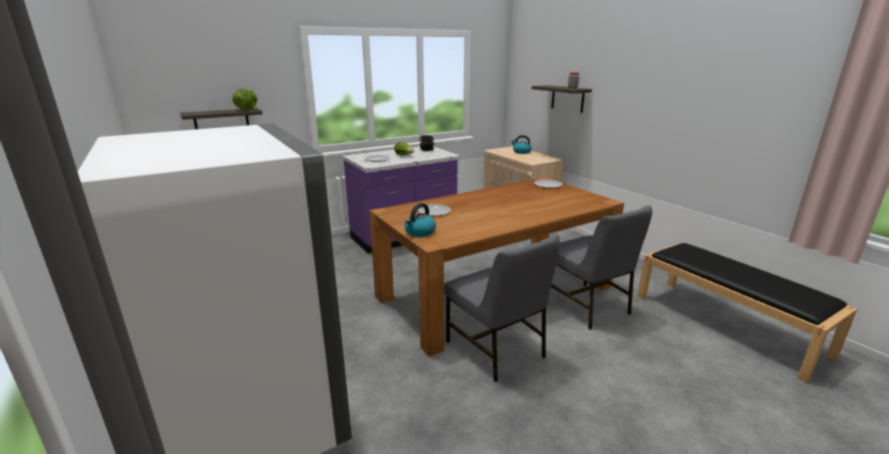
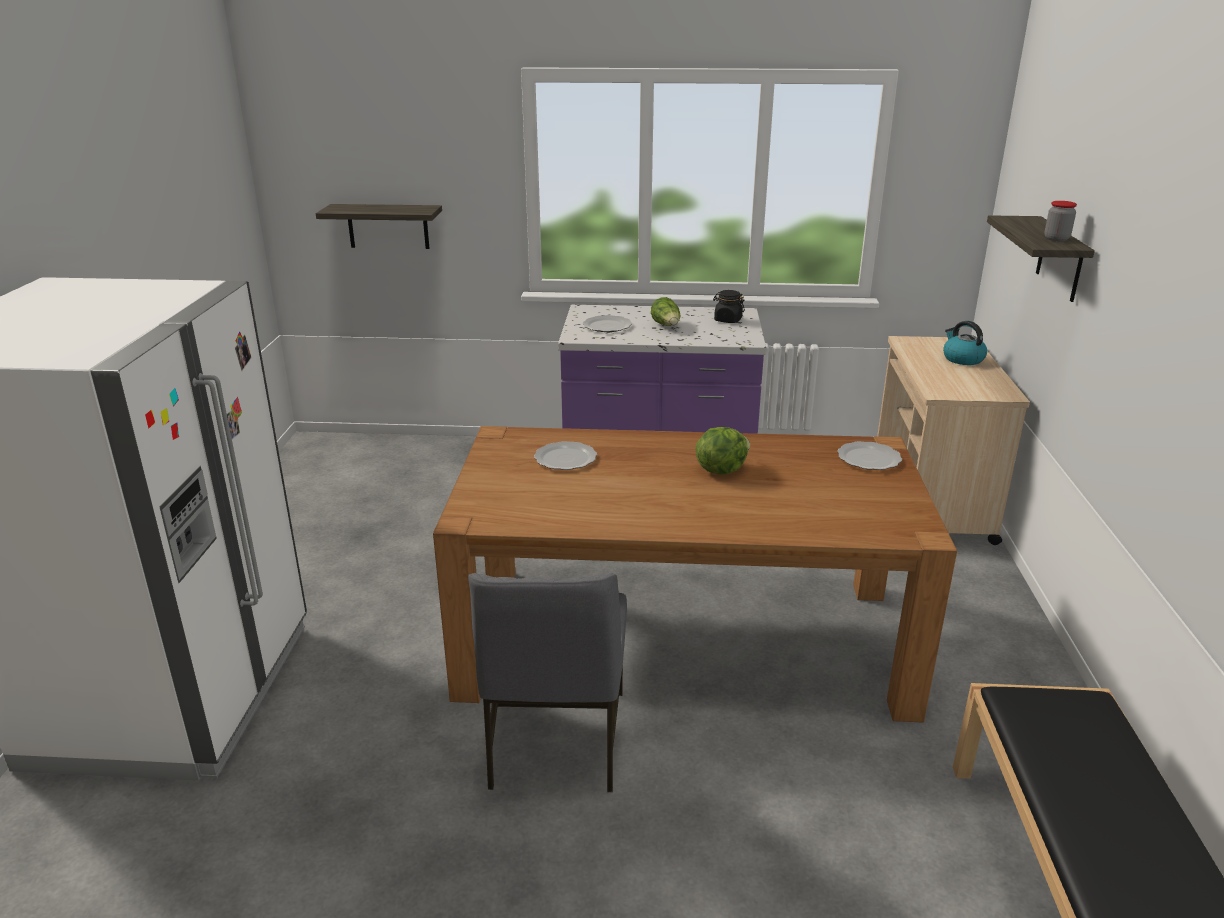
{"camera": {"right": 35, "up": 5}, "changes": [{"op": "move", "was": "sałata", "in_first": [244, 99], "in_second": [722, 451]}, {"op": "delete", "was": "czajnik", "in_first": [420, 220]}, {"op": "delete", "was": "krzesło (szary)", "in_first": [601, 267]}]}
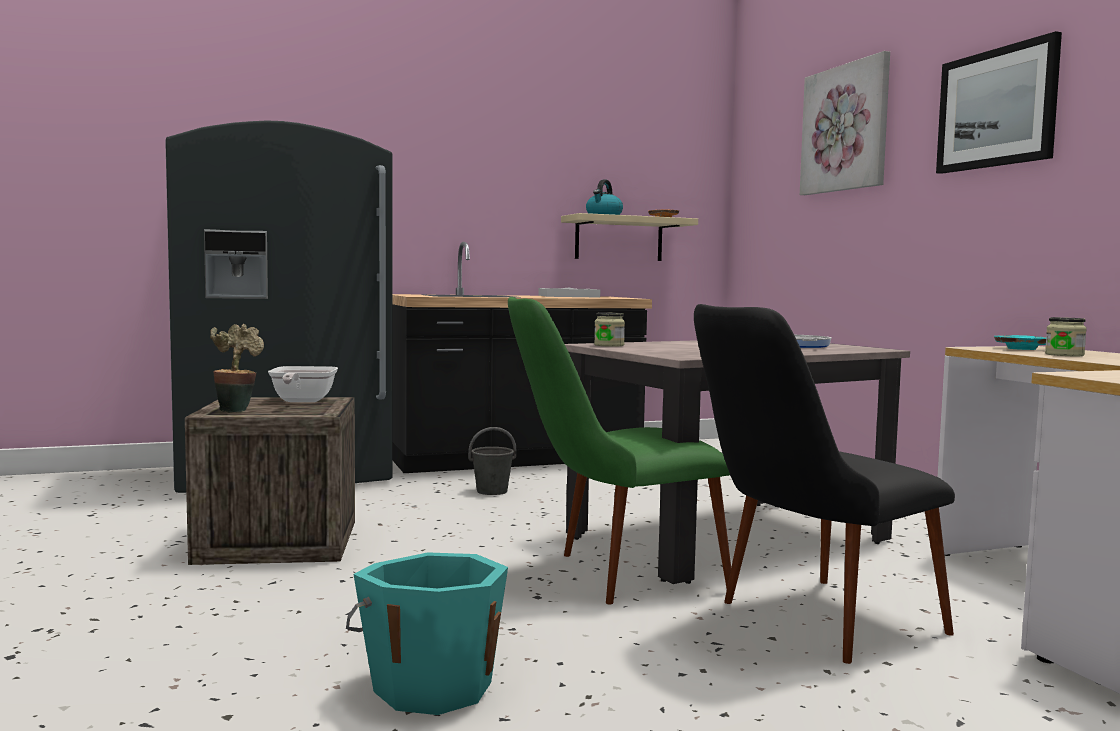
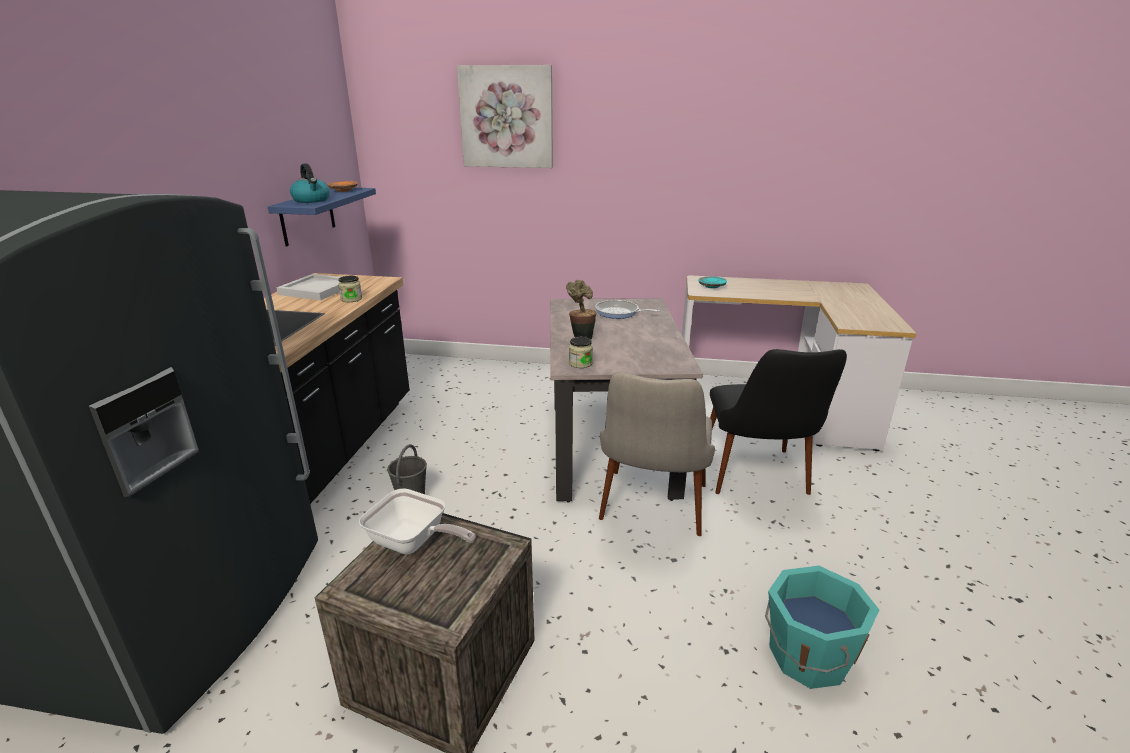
{"camera": {"right": -60, "up": 20}, "changes": [{"op": "recolor", "was": "półka (beżowy)", "now": "półka (niebieski)", "in_first": [629, 237], "in_second": [322, 217]}, {"op": "move", "was": "słoik", "in_first": [1066, 336], "in_second": [350, 289]}, {"op": "move", "was": "roślina doniczkowa", "in_first": [237, 368], "in_second": [581, 309]}, {"op": "recolor", "was": "krzesło (zielony)", "now": "krzesło (beżowy)", "in_first": [619, 451], "in_second": [657, 453]}, {"op": "delete", "was": "obraz", "in_first": [999, 102]}]}
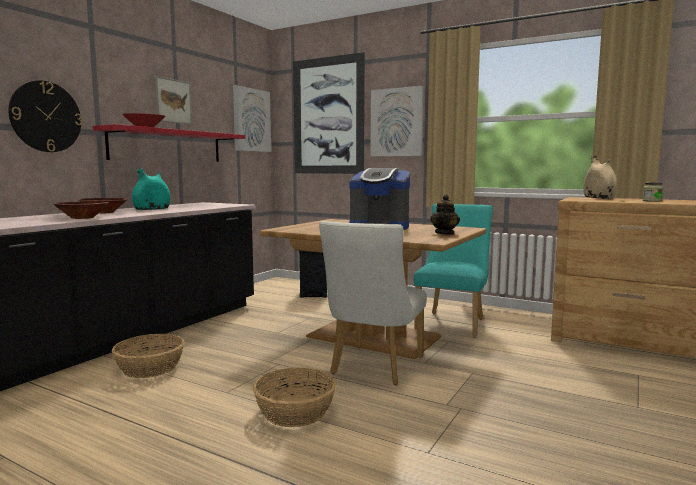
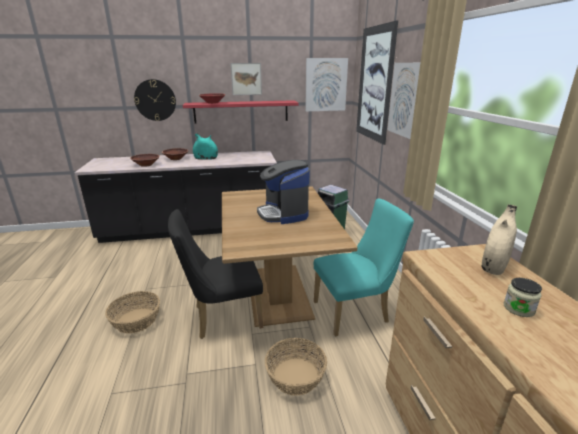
{"camera": {"right": 50, "up": 15}, "changes": [{"op": "recolor", "was": "krzesło (biały)", "now": "krzesło (czarny)", "in_first": [373, 303], "in_second": [215, 274]}, {"op": "move", "was": "koszyk", "in_first": [148, 356], "in_second": [296, 367]}, {"op": "delete", "was": "imbryk", "in_first": [445, 215]}]}
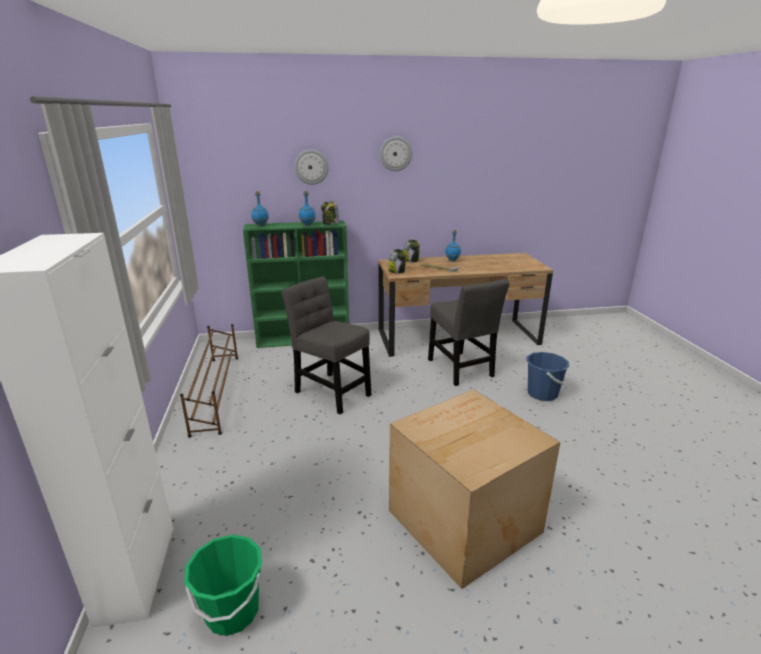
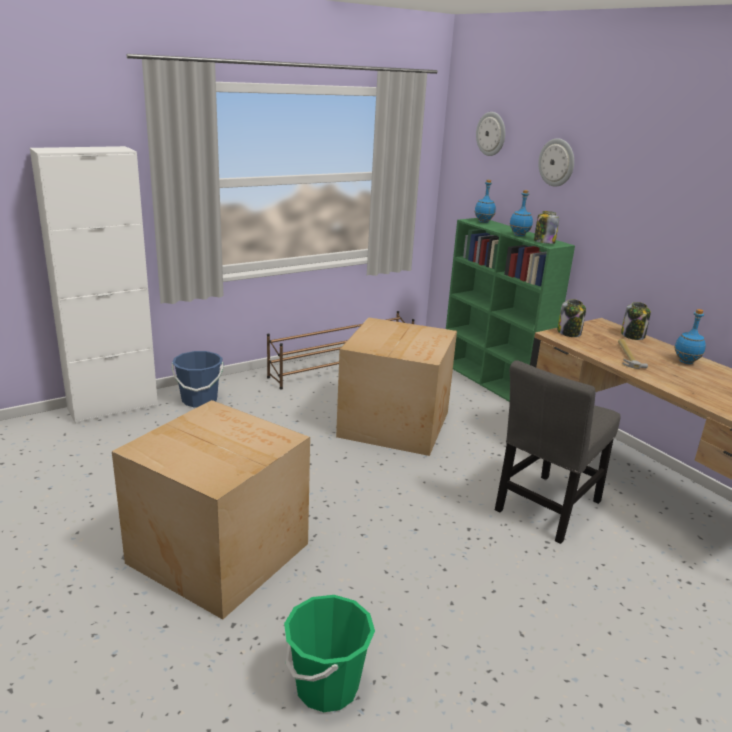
{"camera": {"right": 65, "up": 0}, "changes": [{"op": "move", "was": "wiadro (niebieski)", "in_first": [547, 376], "in_second": [197, 379]}, {"op": "move", "was": "wiadro (zielony)", "in_first": [223, 585], "in_second": [329, 653]}, {"op": "replace", "was": "krzesło (szary)", "now": "karton", "in_first": [326, 345], "in_second": [396, 386]}, {"op": "move", "was": "zegar ścienny", "in_first": [396, 153], "in_second": [490, 134]}]}
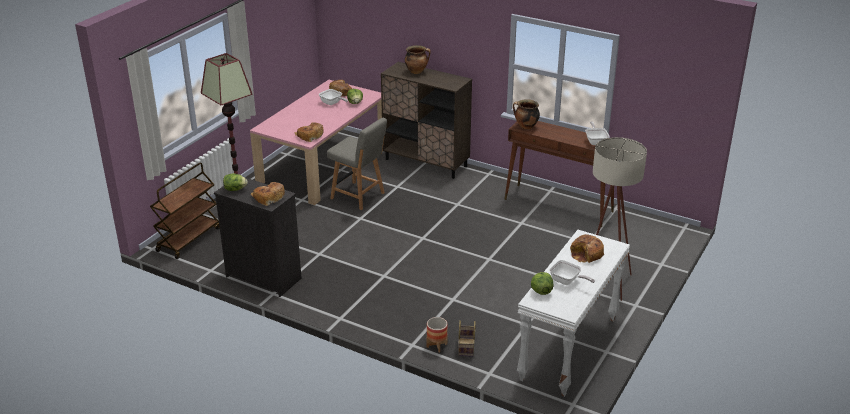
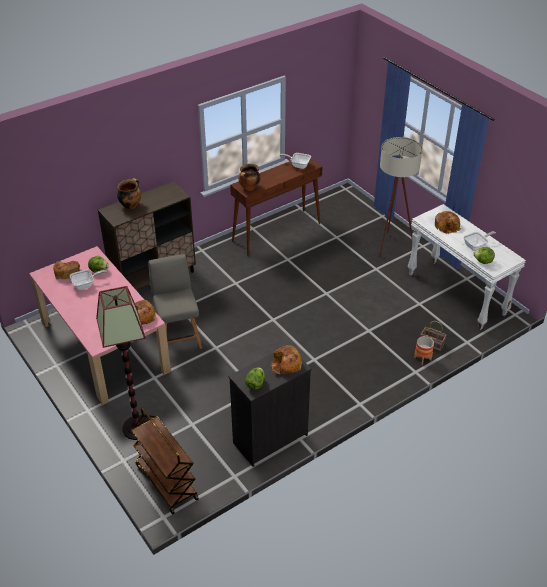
{"camera": {"right": -65, "up": 10}, "changes": [{"op": "rotate", "was": "krzesło (szary)", "in_first": [357, 164], "in_second": [175, 301], "clockwise": -75}]}
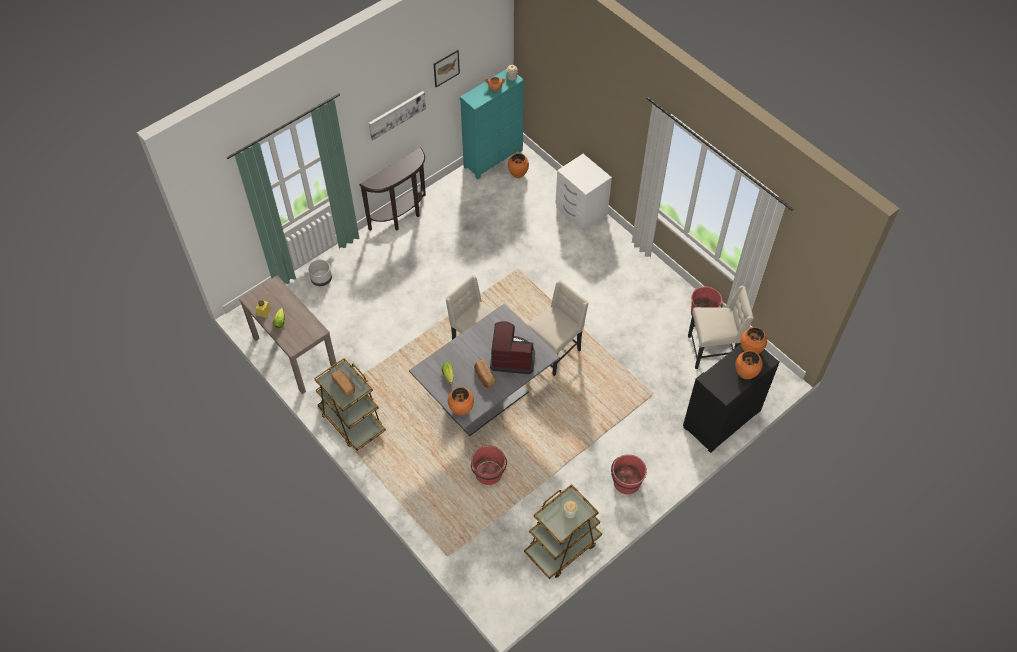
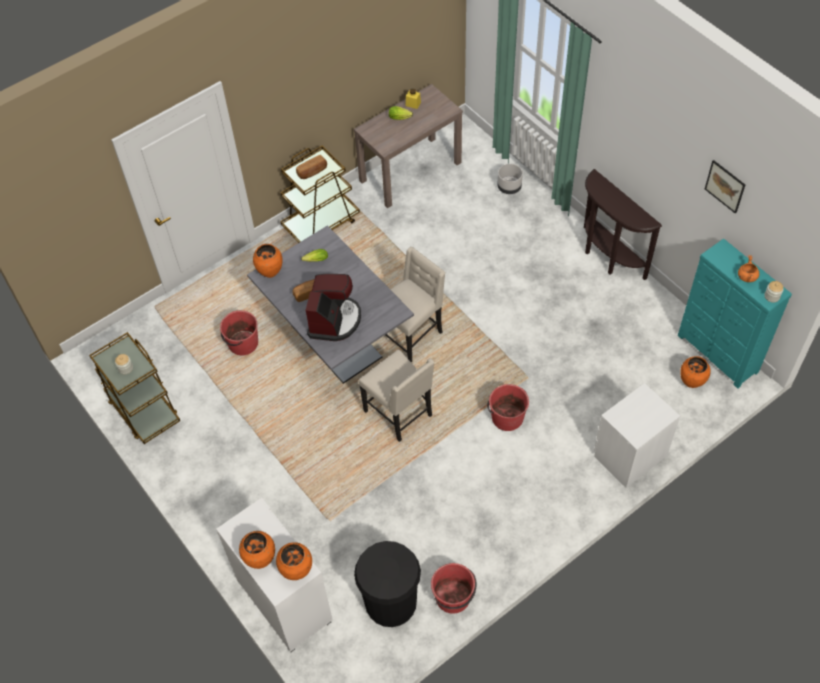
{"camera": {"right": 95, "up": 0}, "changes": [{"op": "recolor", "was": "szafka (czarny)", "now": "szafka (biały)", "in_first": [731, 398], "in_second": [274, 575]}, {"op": "replace", "was": "krzesło (beżowy)", "now": "kosz na śmieci (czarny)", "in_first": [721, 327], "in_second": [387, 584]}, {"op": "move", "was": "wiadro (czerwony)", "in_first": [629, 474], "in_second": [508, 407]}, {"op": "delete", "was": "obraz", "in_first": [397, 115]}]}
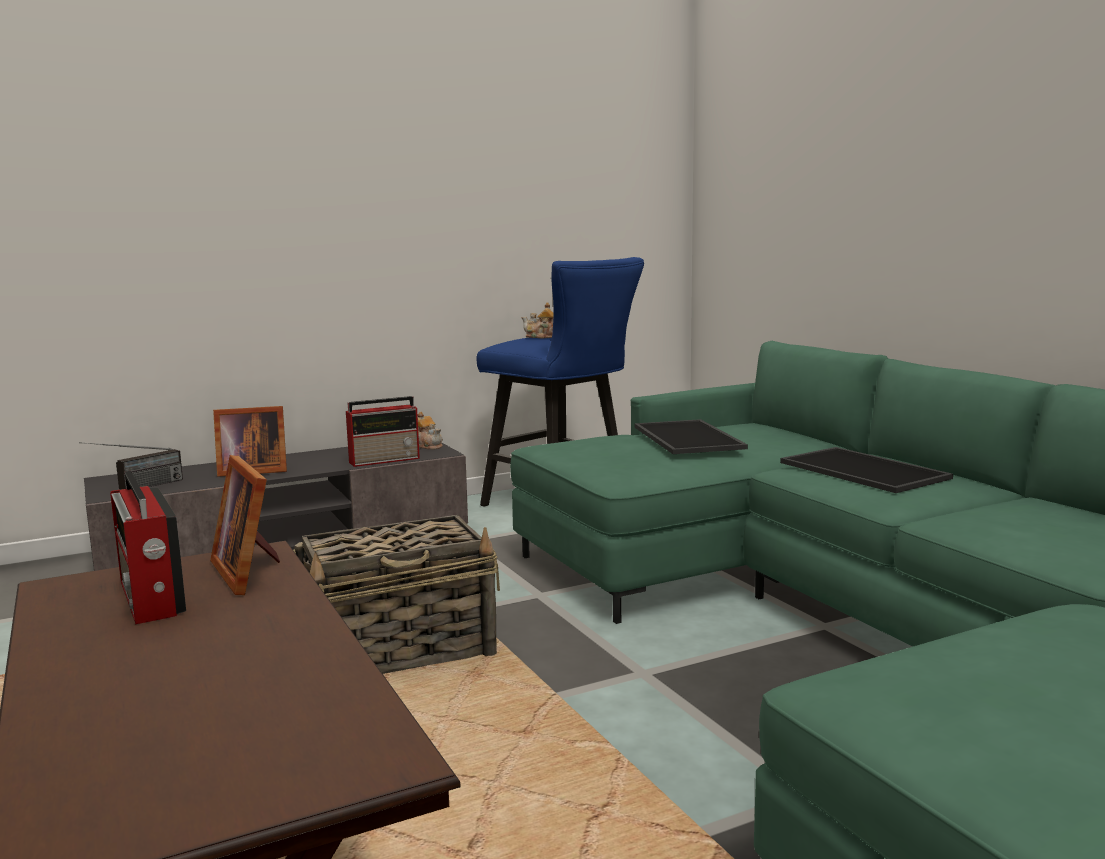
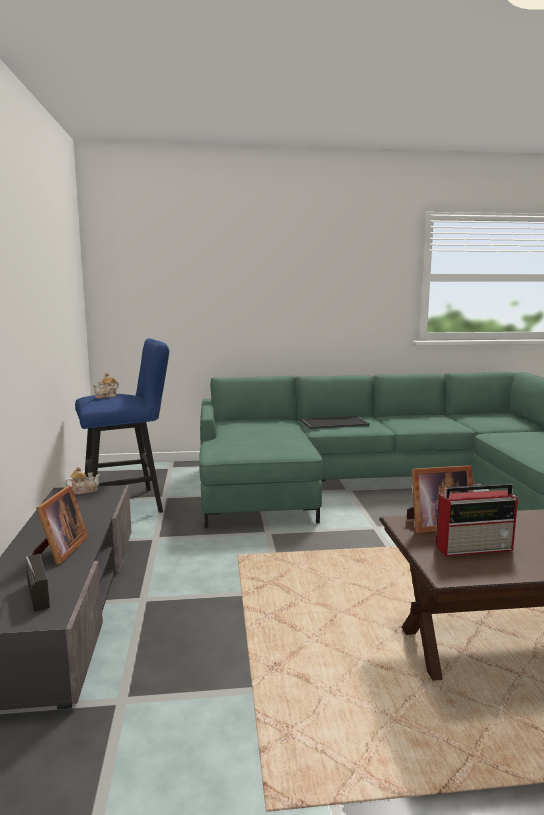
{"camera": {"right": -70, "up": 0}, "changes": [{"op": "delete", "was": "koszyk", "in_first": [396, 594]}, {"op": "delete", "was": "radio", "in_first": [383, 431]}, {"op": "delete", "was": "taca", "in_first": [691, 436]}]}
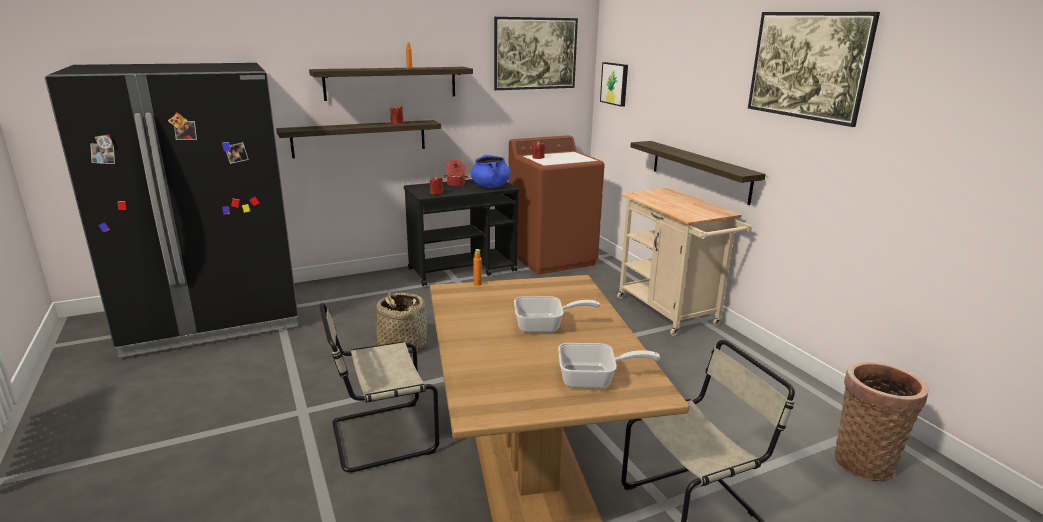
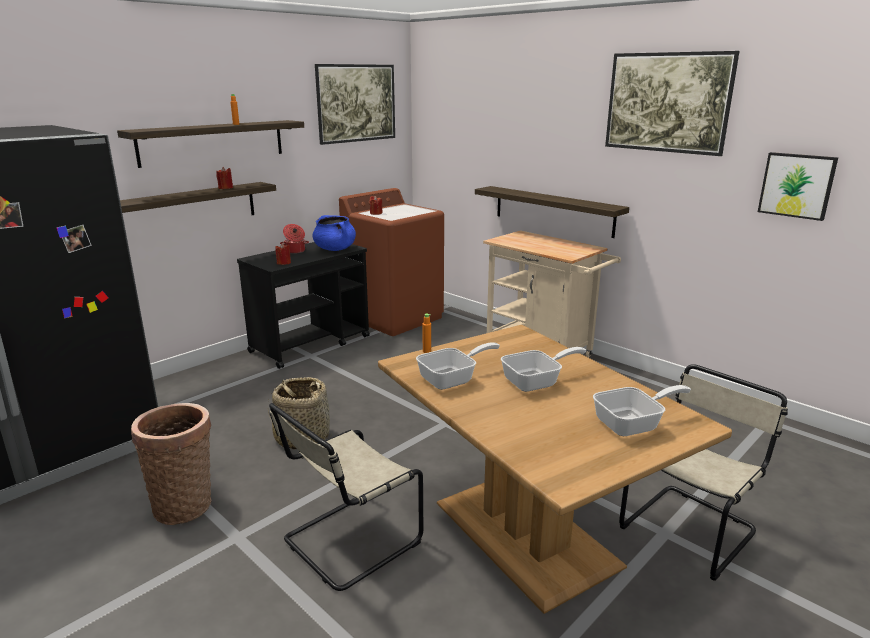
{"camera": {"right": -20, "up": 0}, "changes": [{"op": "move", "was": "koszyk", "in_first": [881, 421], "in_second": [171, 464]}, {"op": "insert", "now": "patelnia", "in_second": [458, 366]}, {"op": "move", "was": "obraz", "in_first": [614, 84], "in_second": [798, 186]}]}
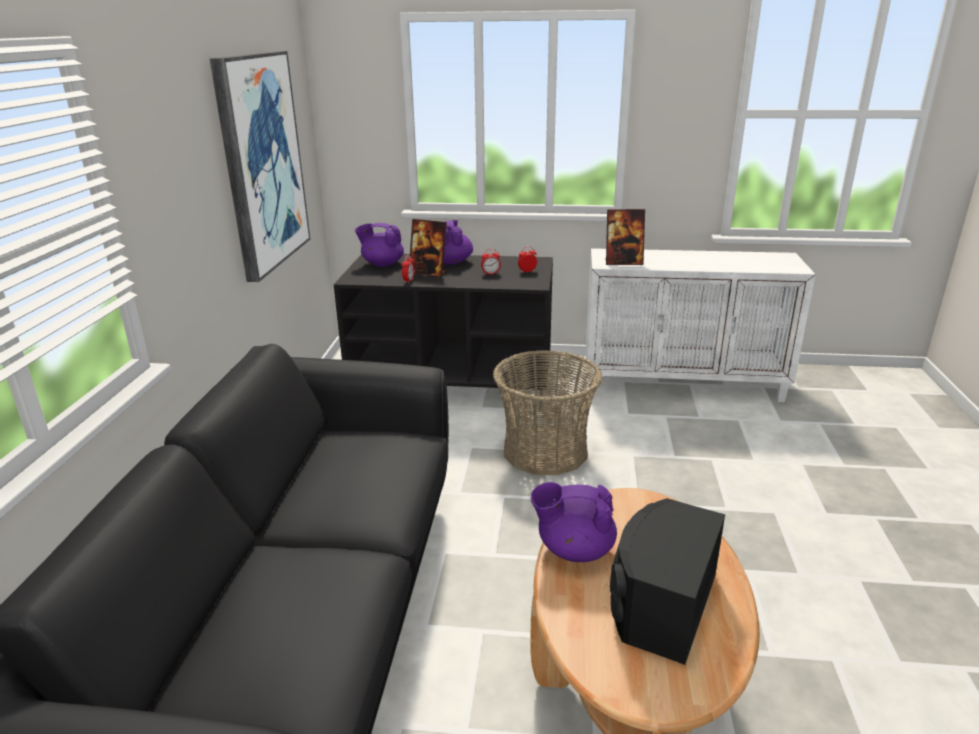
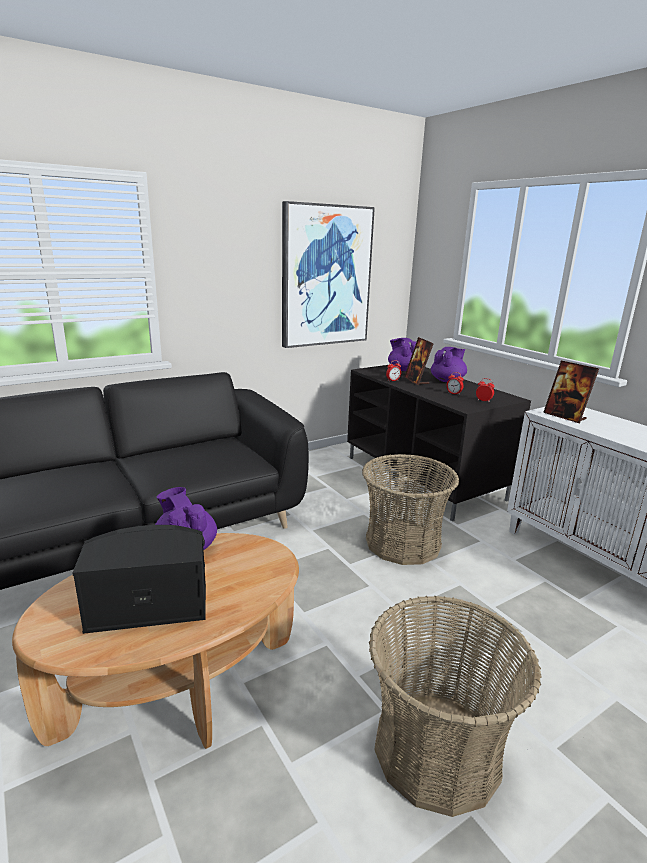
{"camera": {"right": 50, "up": -5}, "changes": [{"op": "insert", "now": "koszyk", "in_second": [455, 706]}]}
